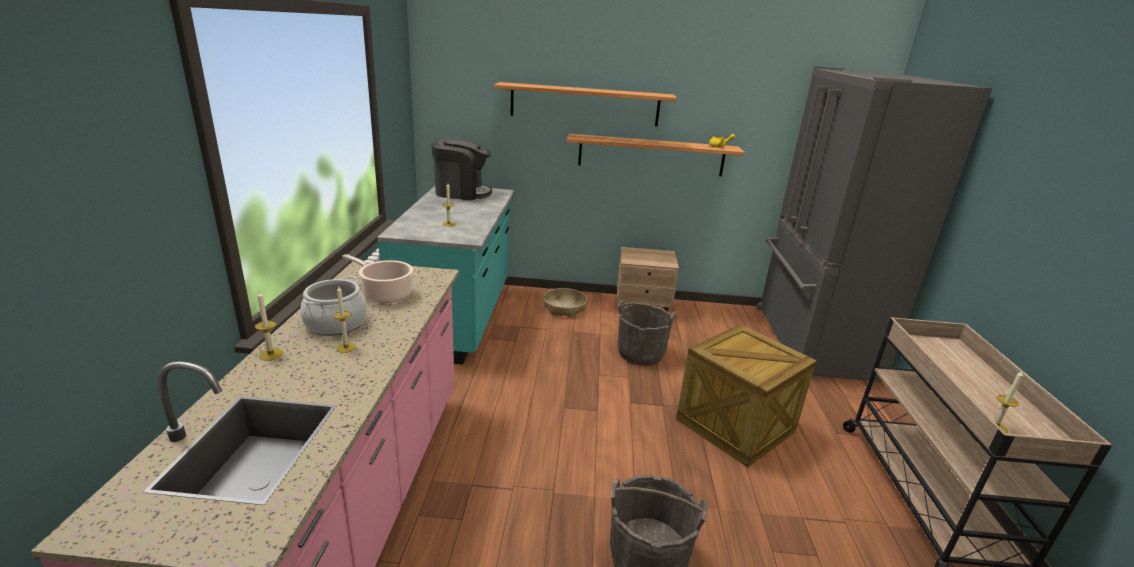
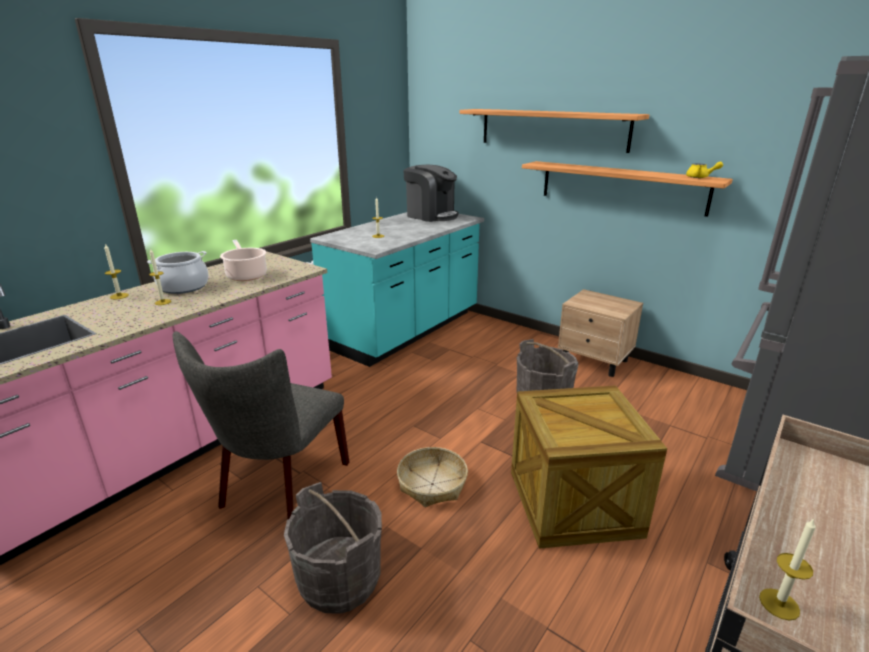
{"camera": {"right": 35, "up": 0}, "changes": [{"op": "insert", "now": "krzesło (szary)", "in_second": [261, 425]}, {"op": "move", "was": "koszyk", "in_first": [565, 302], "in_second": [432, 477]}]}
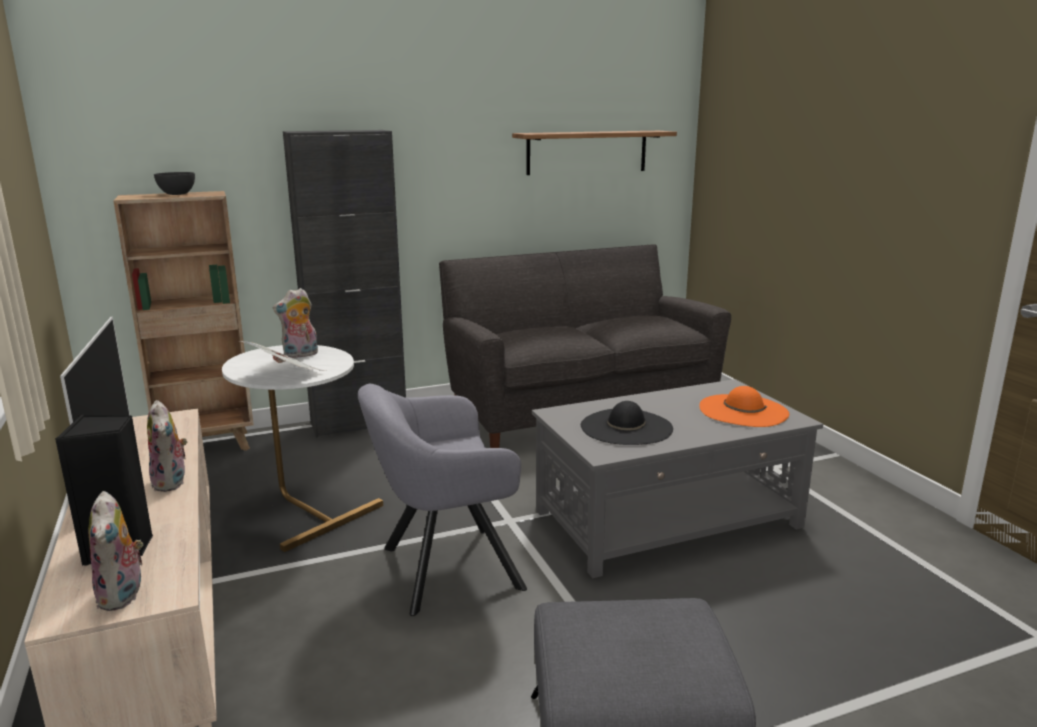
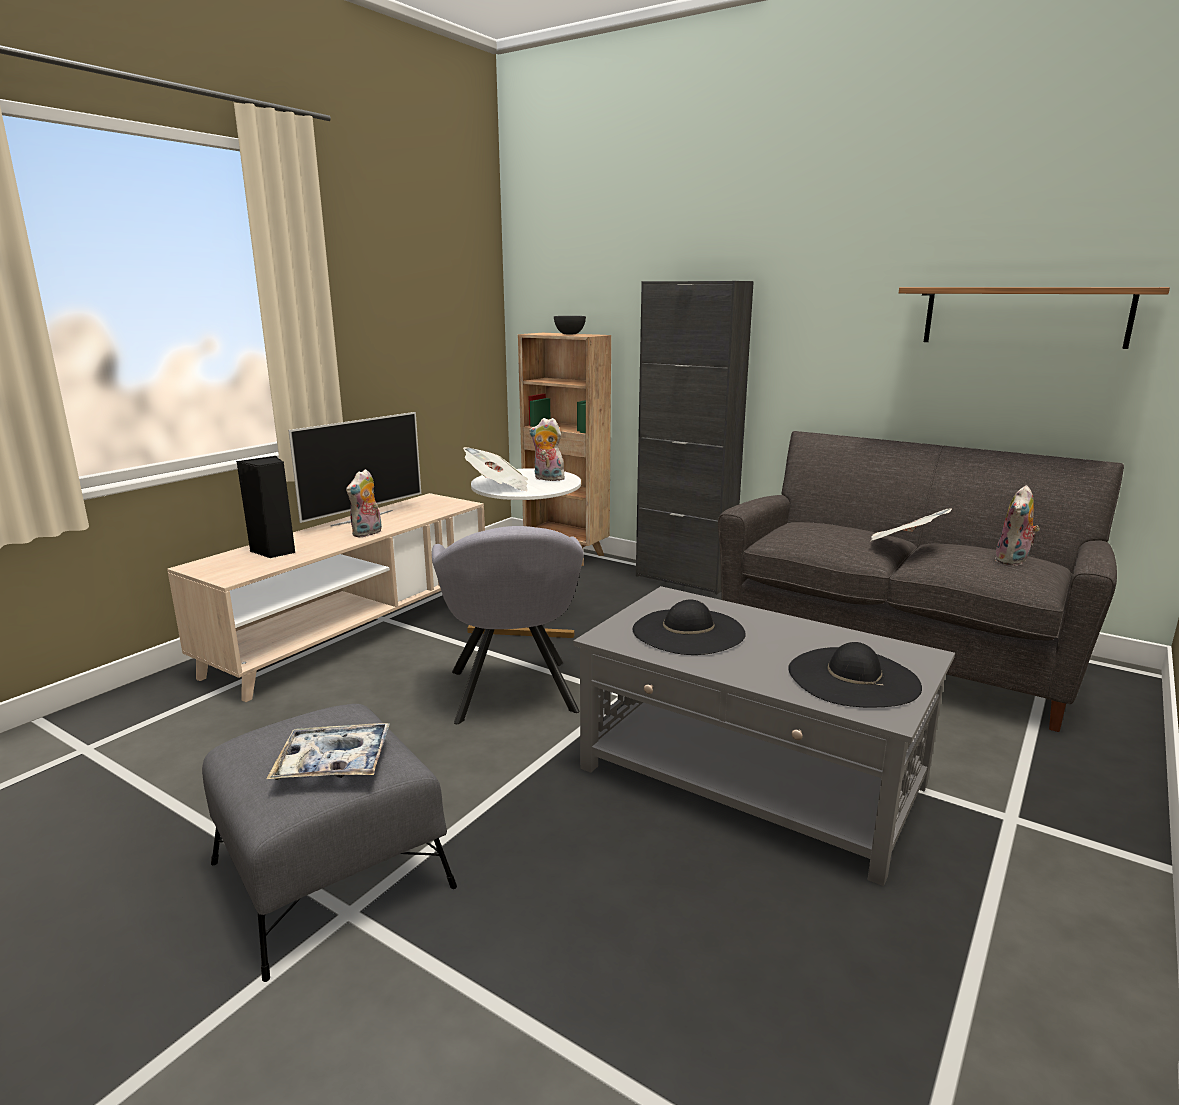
{"camera": {"right": 55, "up": 0}, "changes": [{"op": "insert", "now": "taca", "in_second": [328, 751]}, {"op": "rotate", "was": "fotel (szary)", "in_first": [442, 500], "in_second": [508, 625], "clockwise": -135}, {"op": "recolor", "was": "kapelusz (pomarańczowy)", "now": "kapelusz (czarny)", "in_first": [744, 406], "in_second": [855, 675]}, {"op": "insert", "now": "gazeta", "in_second": [911, 524]}, {"op": "move", "was": "pluszak", "in_first": [115, 551], "in_second": [1017, 525]}]}
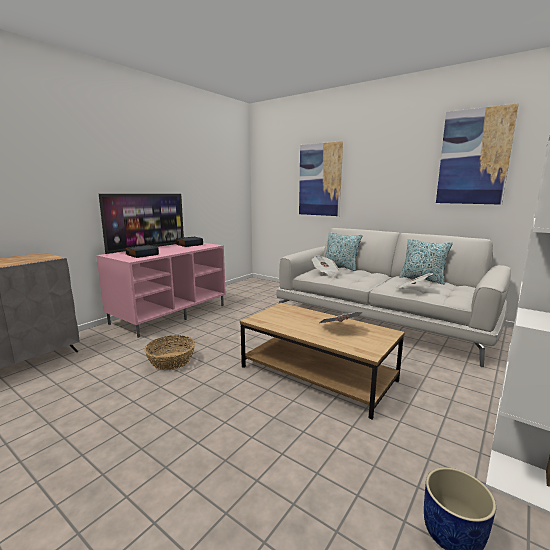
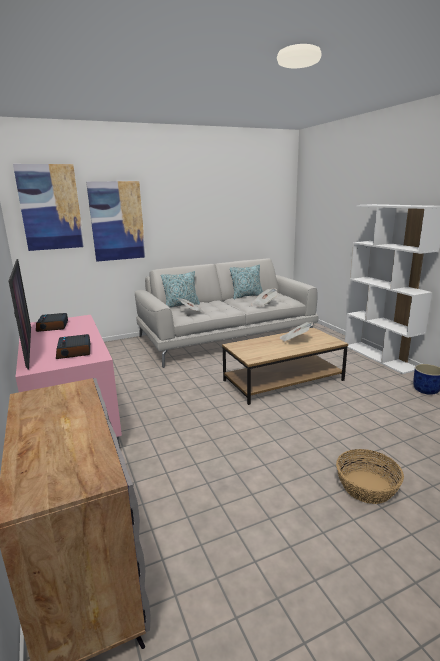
{"camera": {"right": -60, "up": 5}, "changes": [{"op": "move", "was": "obraz", "in_first": [477, 154], "in_second": [48, 207]}, {"op": "move", "was": "koszyk", "in_first": [169, 352], "in_second": [370, 476]}]}
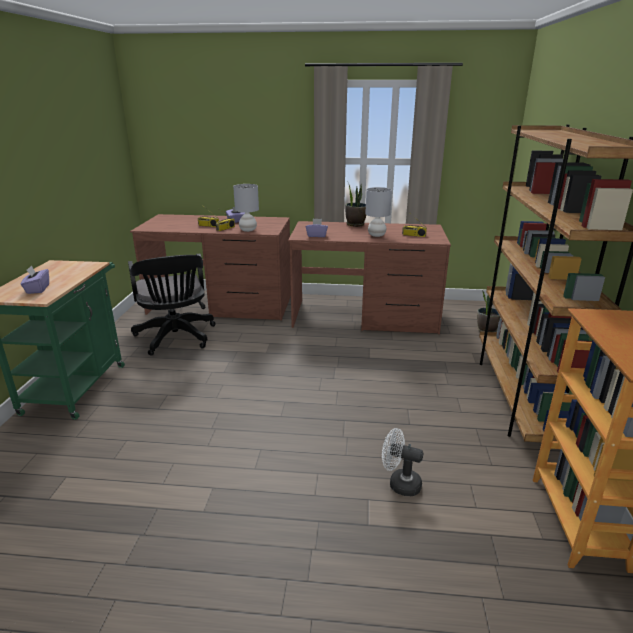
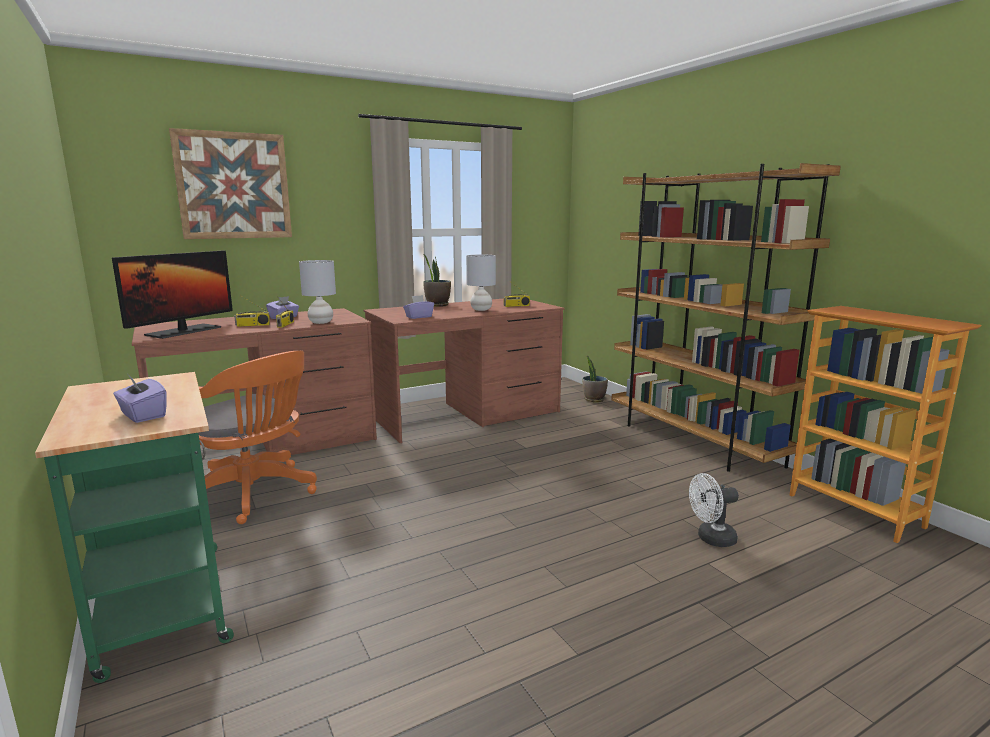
{"camera": {"right": -35, "up": -10}, "changes": [{"op": "insert", "now": "monitor", "in_second": [172, 295]}, {"op": "insert", "now": "obraz", "in_second": [230, 183]}, {"op": "recolor", "was": "krzesło biurowe (czarny)", "now": "krzesło biurowe (pomarańczowy)", "in_first": [172, 304], "in_second": [257, 437]}]}
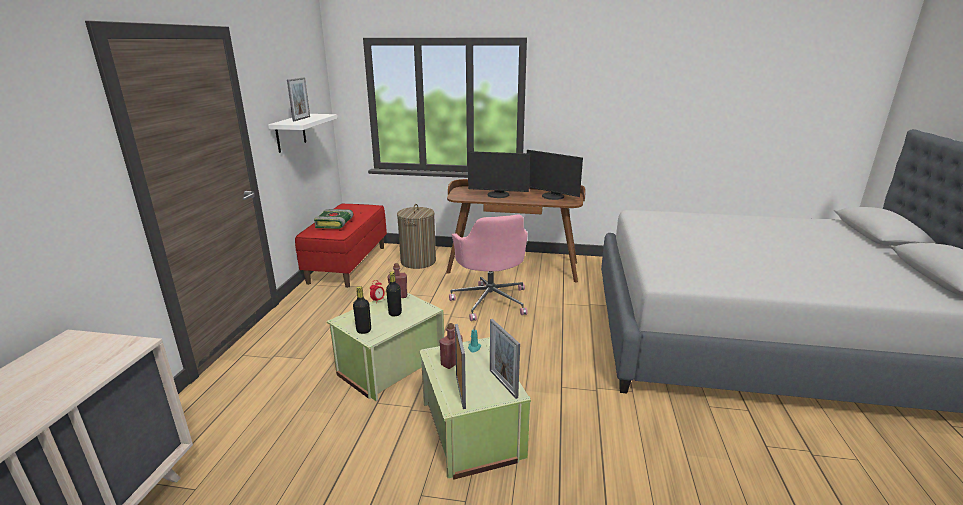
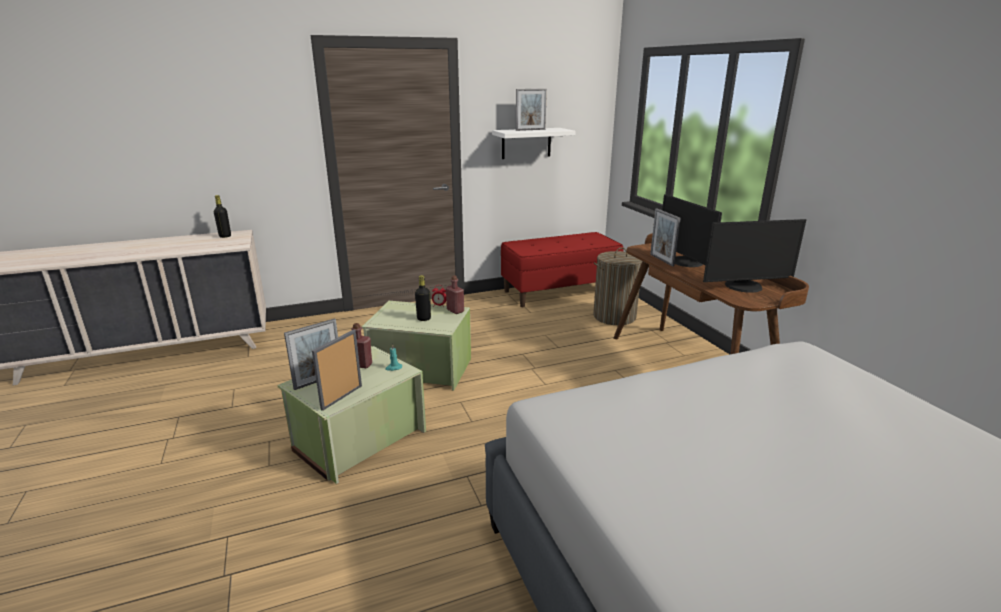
{"camera": {"right": 60, "up": 0}, "changes": [{"op": "move", "was": "butelka (czarny)", "in_first": [362, 310], "in_second": [222, 216]}, {"op": "insert", "now": "ramka na zdjęcie", "in_second": [665, 237]}, {"op": "rotate", "was": "monitor", "in_first": [555, 175], "in_second": [754, 256], "clockwise": -105}, {"op": "delete", "was": "książka", "in_first": [333, 219]}, {"op": "delete", "was": "krzesło biurowe (różowy)", "in_first": [488, 267]}]}
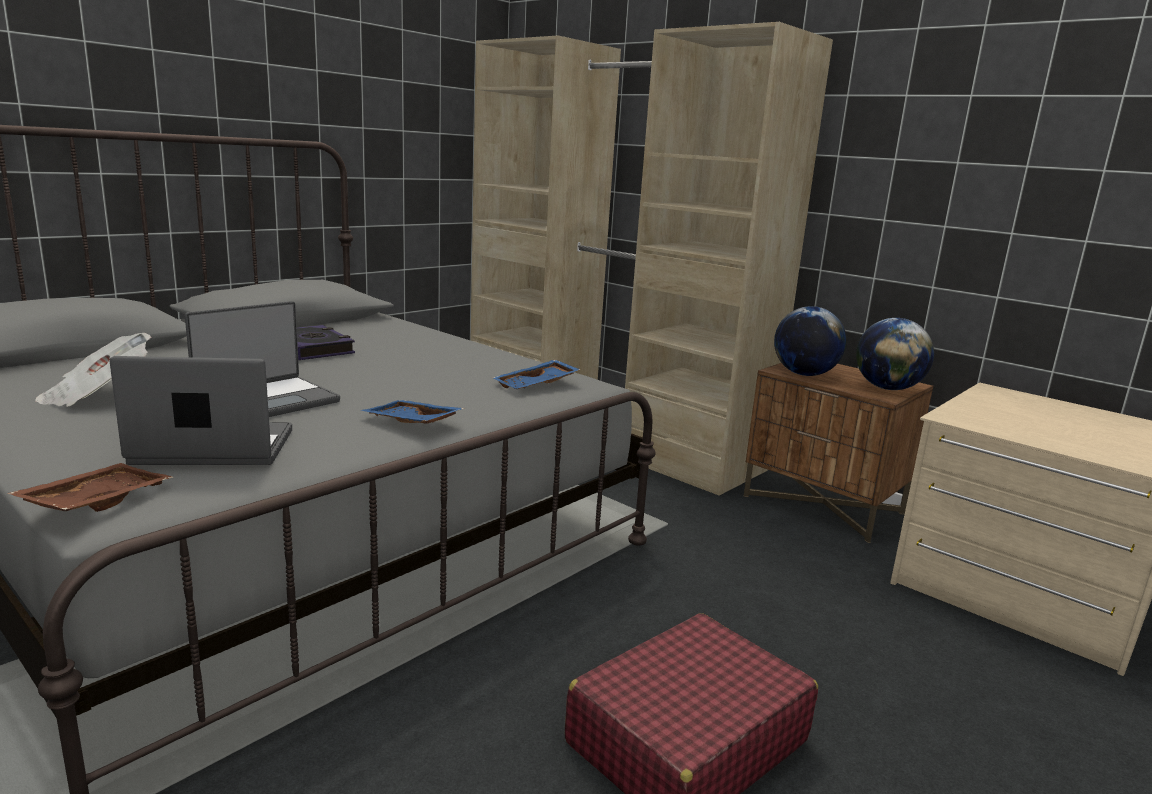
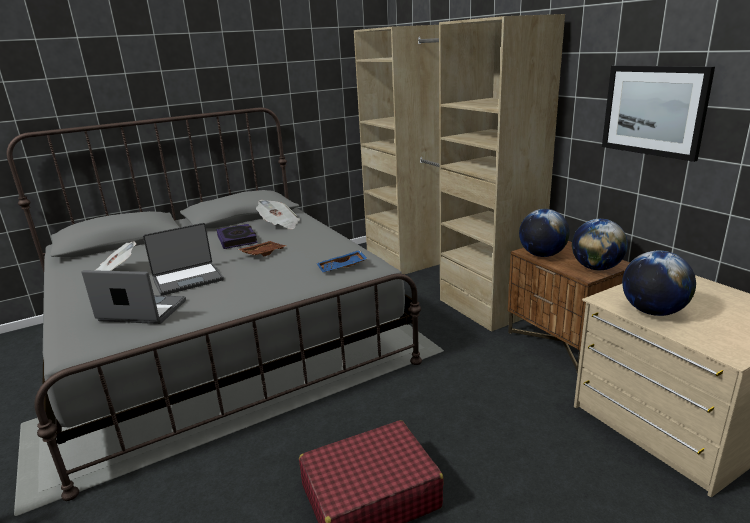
{"camera": {"right": 20, "up": 5}, "changes": [{"op": "move", "was": "taca (brązowy)", "in_first": [90, 487], "in_second": [262, 248]}, {"op": "insert", "now": "gazeta", "in_second": [278, 214]}, {"op": "insert", "now": "obraz", "in_second": [658, 113]}, {"op": "insert", "now": "globus", "in_second": [659, 283]}, {"op": "delete", "was": "taca (niebieski)", "in_first": [413, 412]}]}
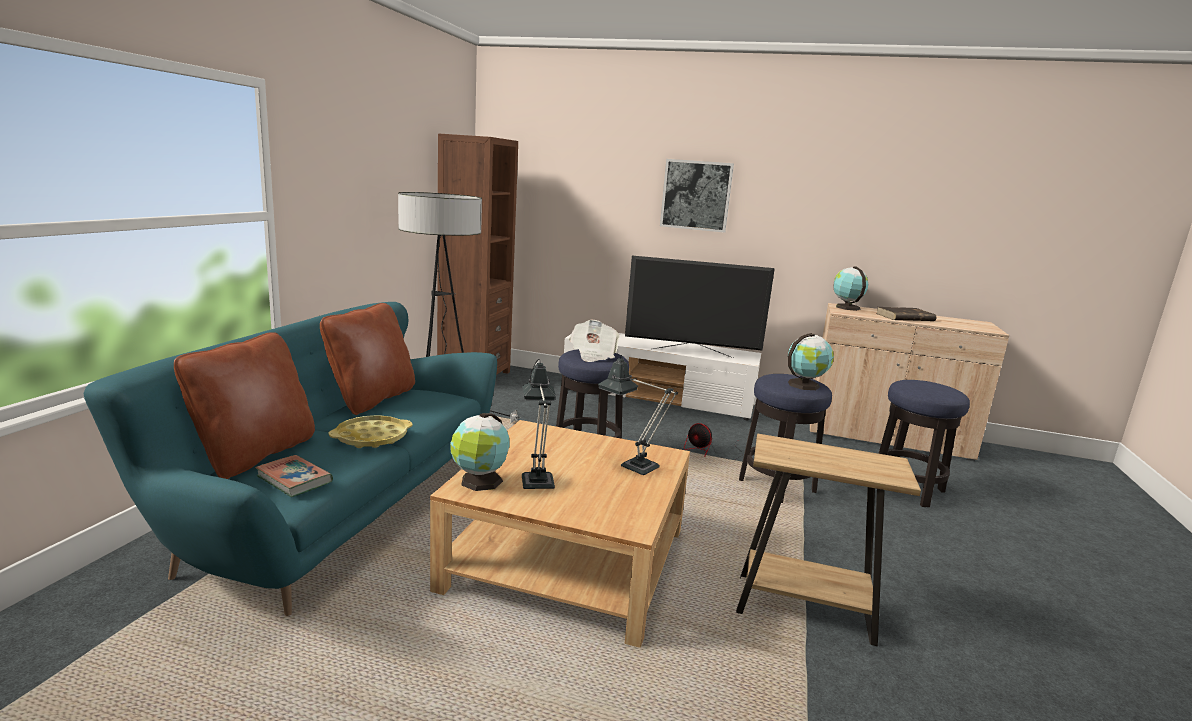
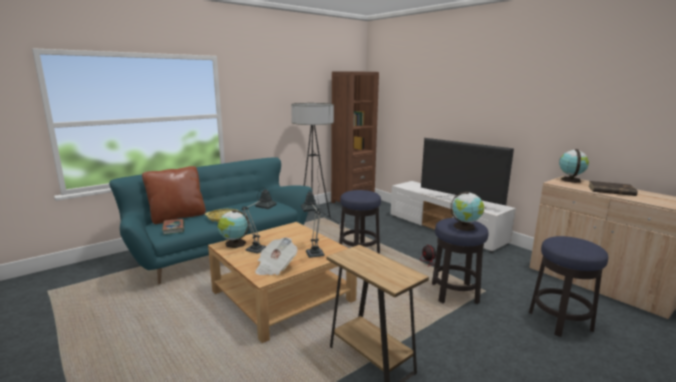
{"camera": {"right": 35, "up": 0}, "changes": [{"op": "move", "was": "gazeta", "in_first": [594, 341], "in_second": [276, 256]}, {"op": "delete", "was": "poduszka (brązowy)", "in_first": [367, 359]}, {"op": "delete", "was": "obraz", "in_first": [697, 196]}]}
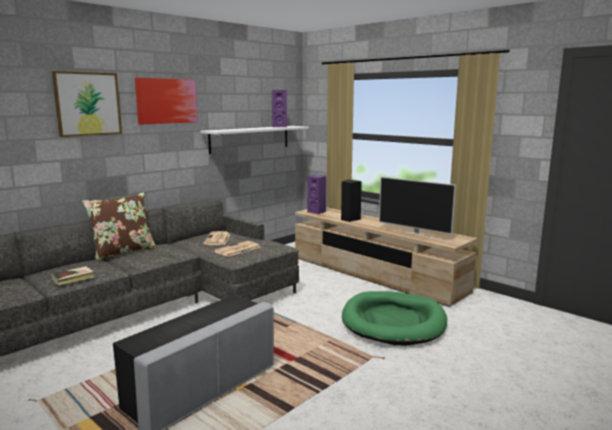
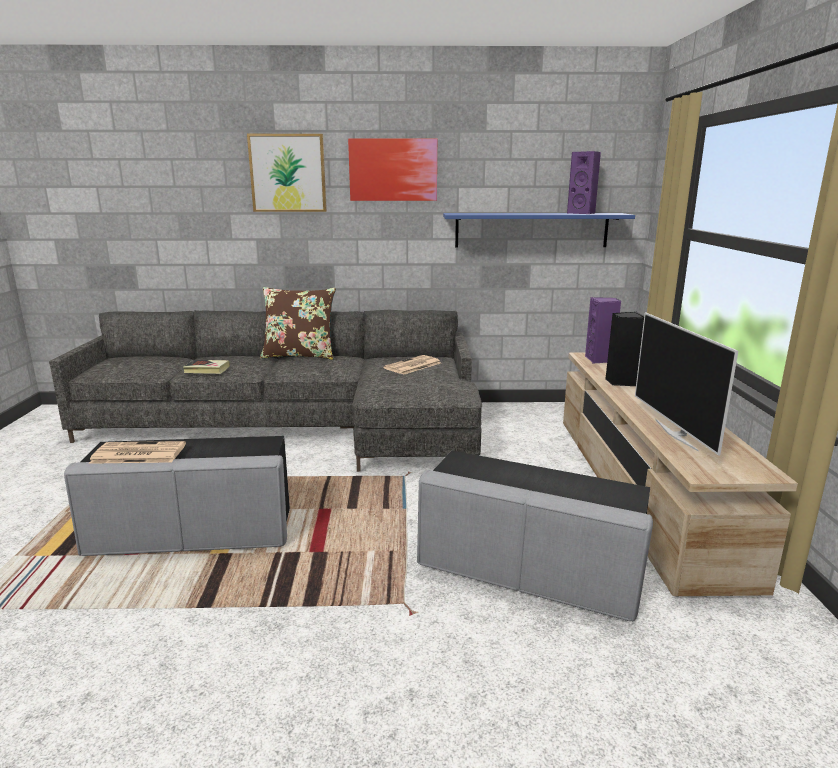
{"camera": {"right": 45, "up": 5}, "changes": [{"op": "move", "was": "gazeta", "in_first": [237, 249], "in_second": [137, 452]}, {"op": "replace", "was": "legowisko (zielony)", "now": "pufa (szary)", "in_first": [394, 318], "in_second": [535, 536]}, {"op": "recolor", "was": "półka (biały)", "now": "półka (niebieski)", "in_first": [255, 140], "in_second": [539, 230]}]}
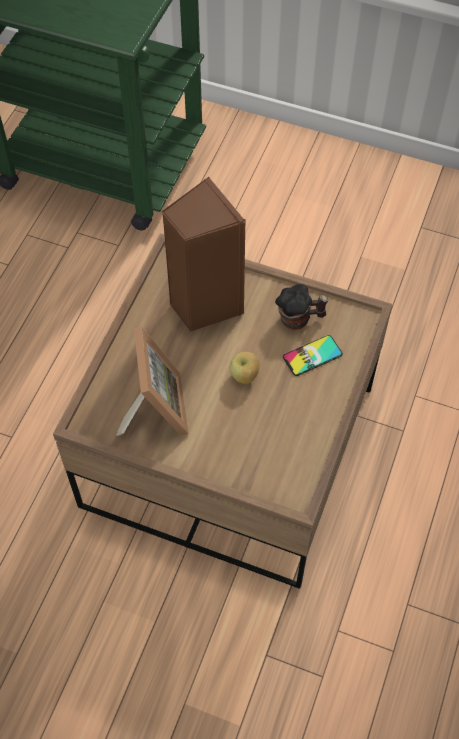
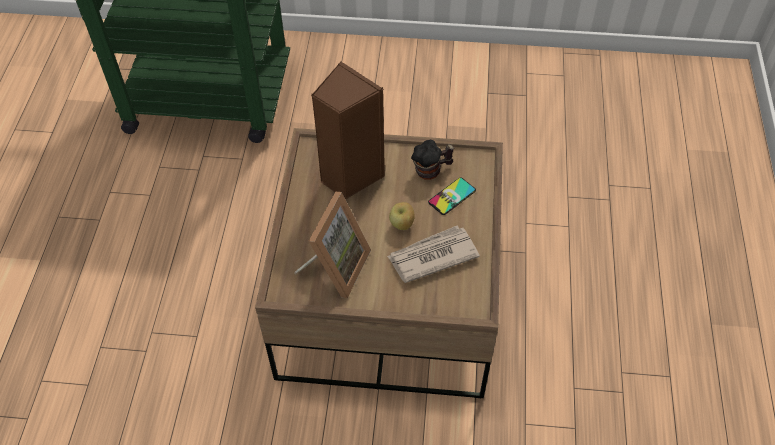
{"camera": {"right": -15, "up": -5}, "changes": [{"op": "rotate", "was": "ramka na zdjęcie", "in_first": [152, 381], "in_second": [332, 245], "clockwise": 45}, {"op": "insert", "now": "gazeta", "in_second": [433, 254]}]}
